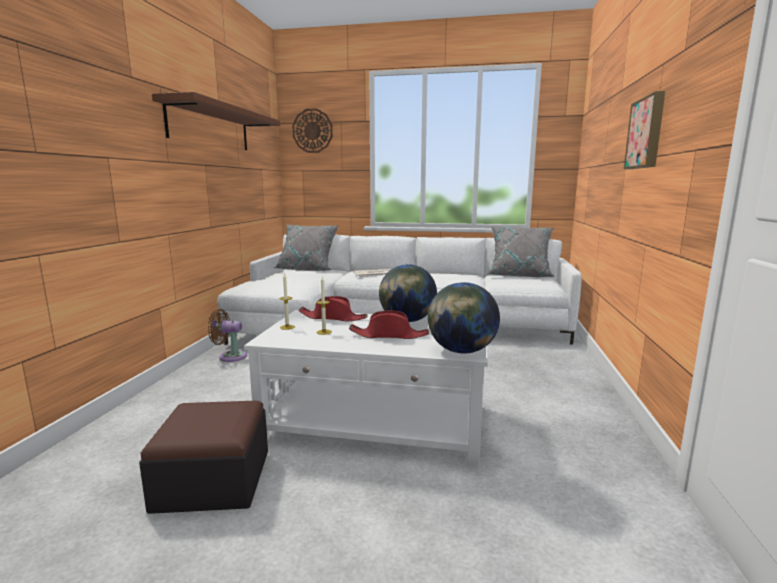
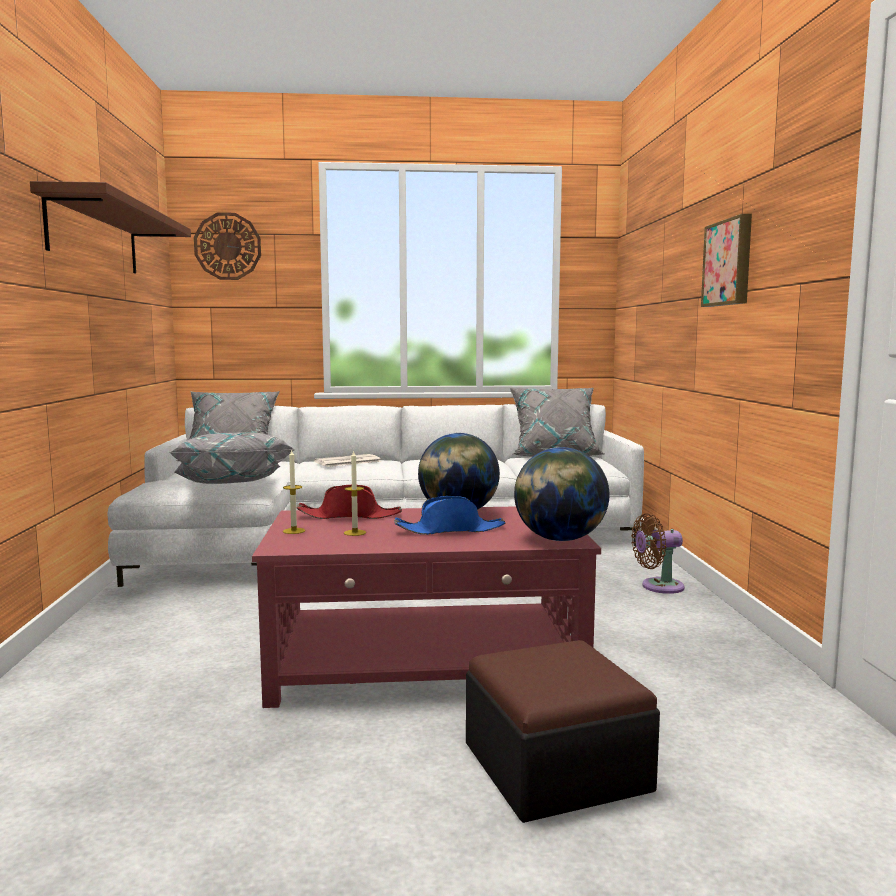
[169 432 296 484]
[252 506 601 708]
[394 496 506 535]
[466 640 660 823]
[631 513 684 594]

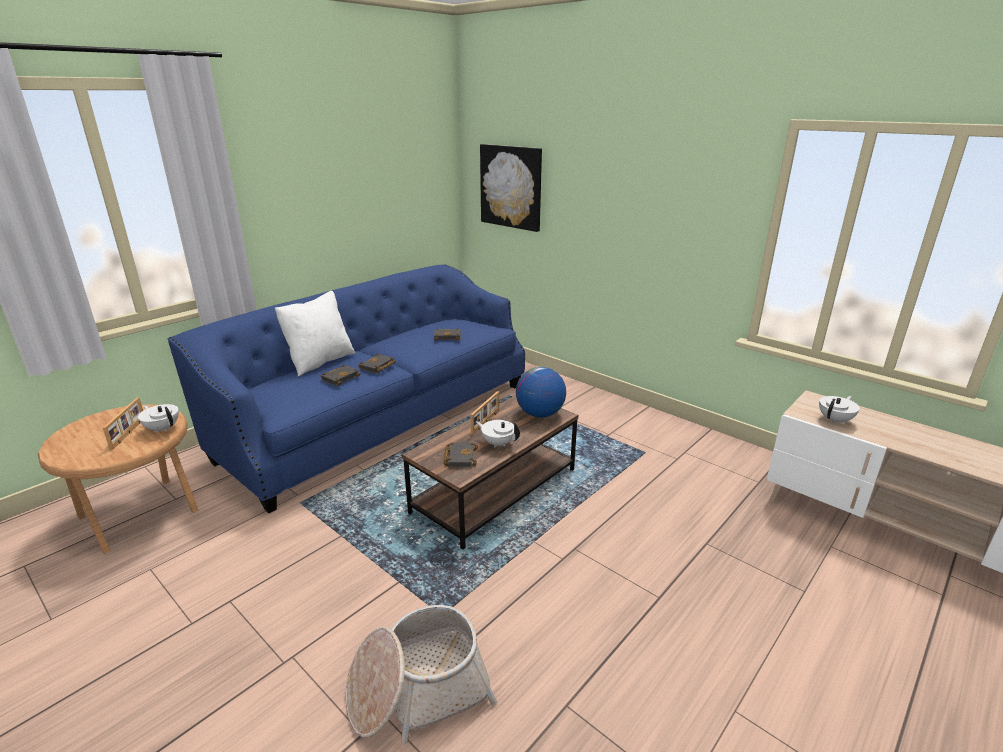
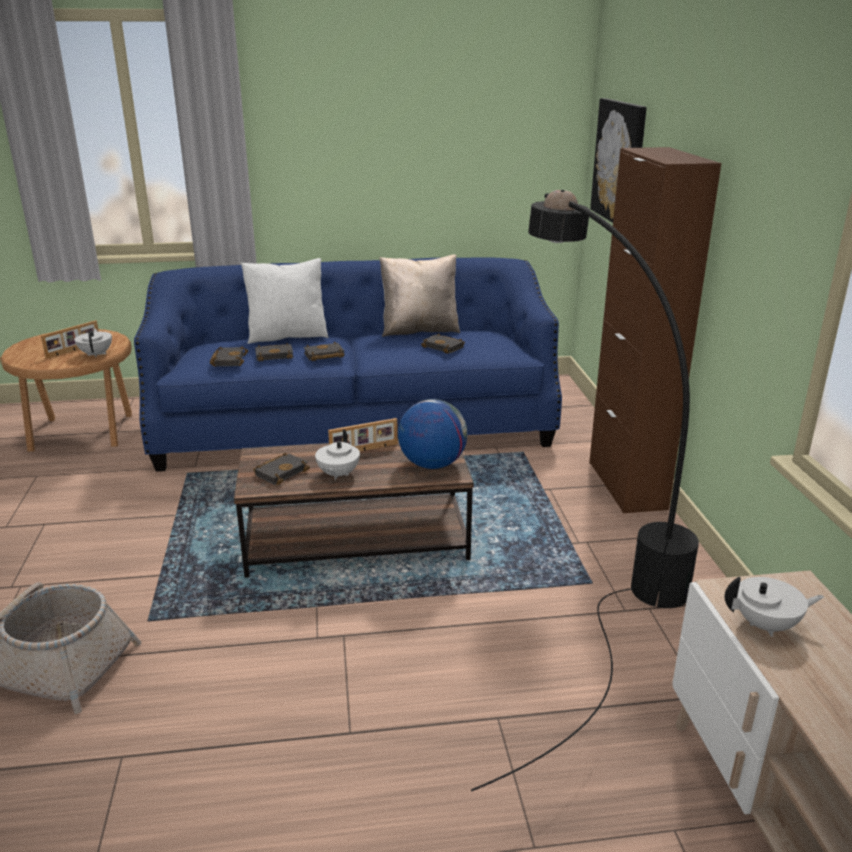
[210 347 248 366]
[315 429 360 480]
[379 255 460 337]
[471 190 699 791]
[589 147 721 513]

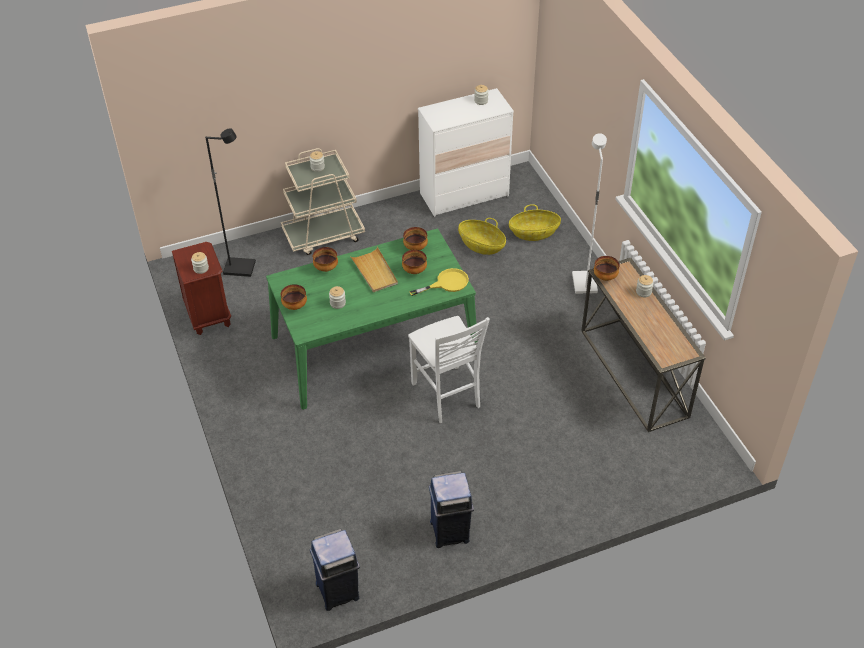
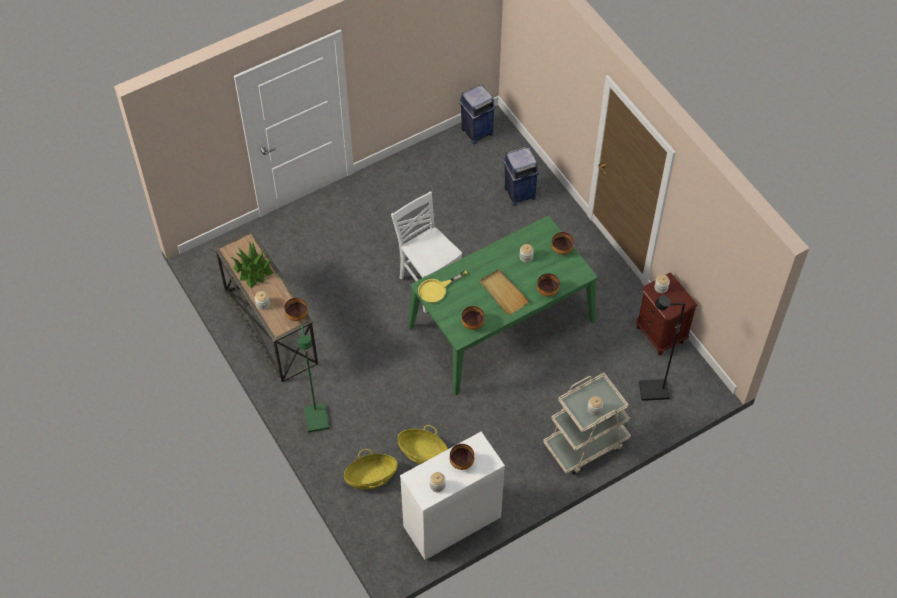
[231 242 274 288]
[298 324 330 432]
[450 444 474 470]
[503 147 539 206]

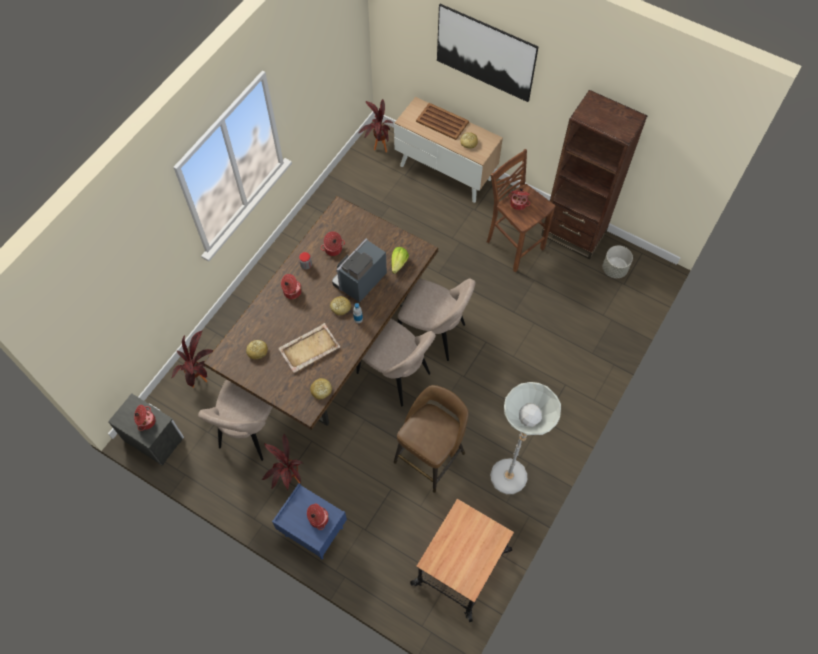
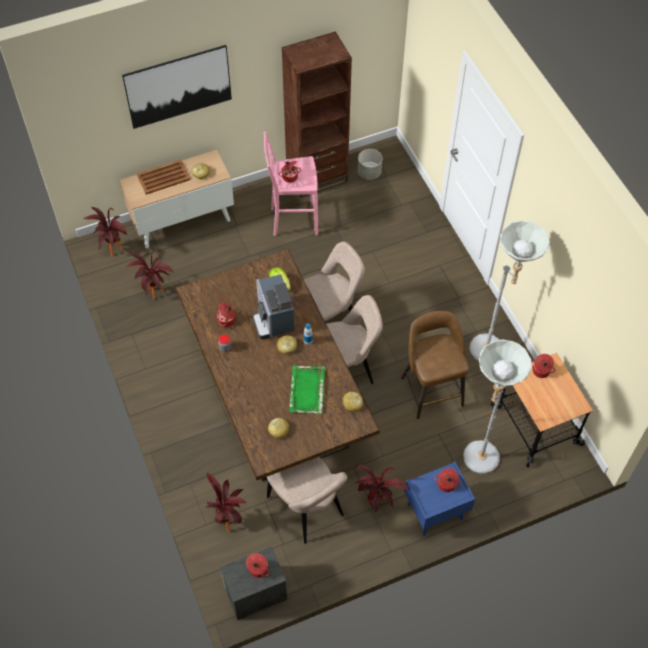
[127 250 173 300]
[264 132 318 236]
[289 366 325 414]
[463 340 532 474]
[531 354 555 378]

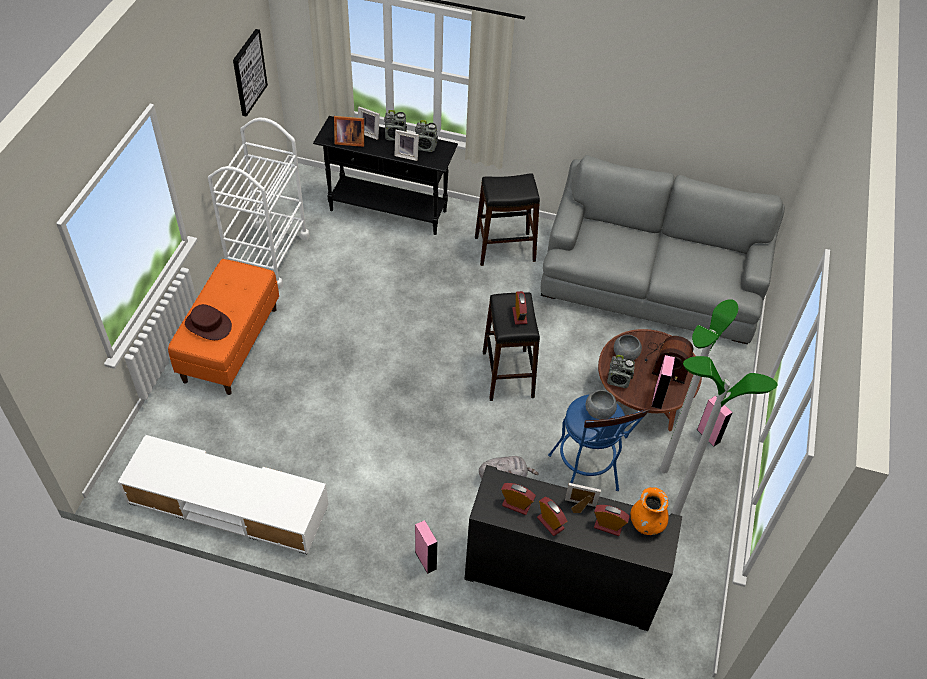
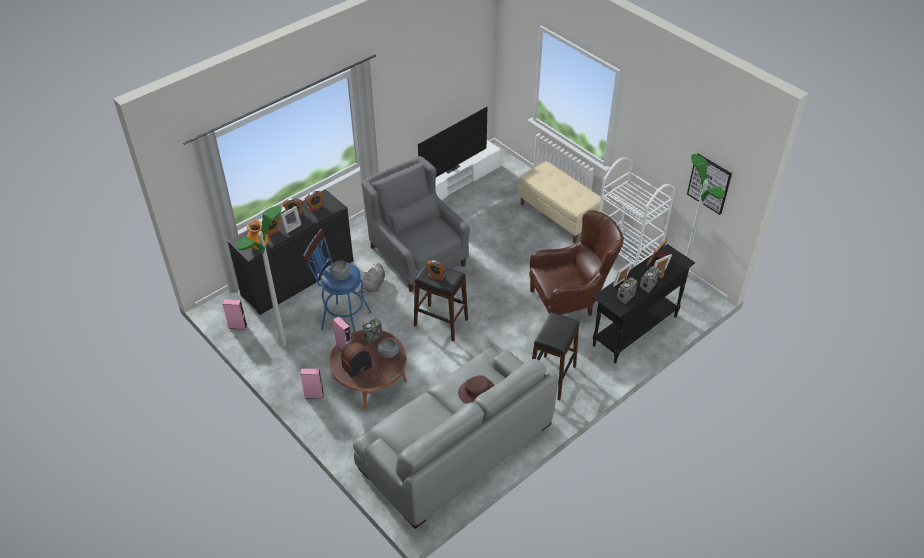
[222 299 247 330]
[361 156 470 292]
[418 107 487 177]
[458 375 495 404]
[518 161 604 243]
[529 210 624 316]
[677 154 725 294]

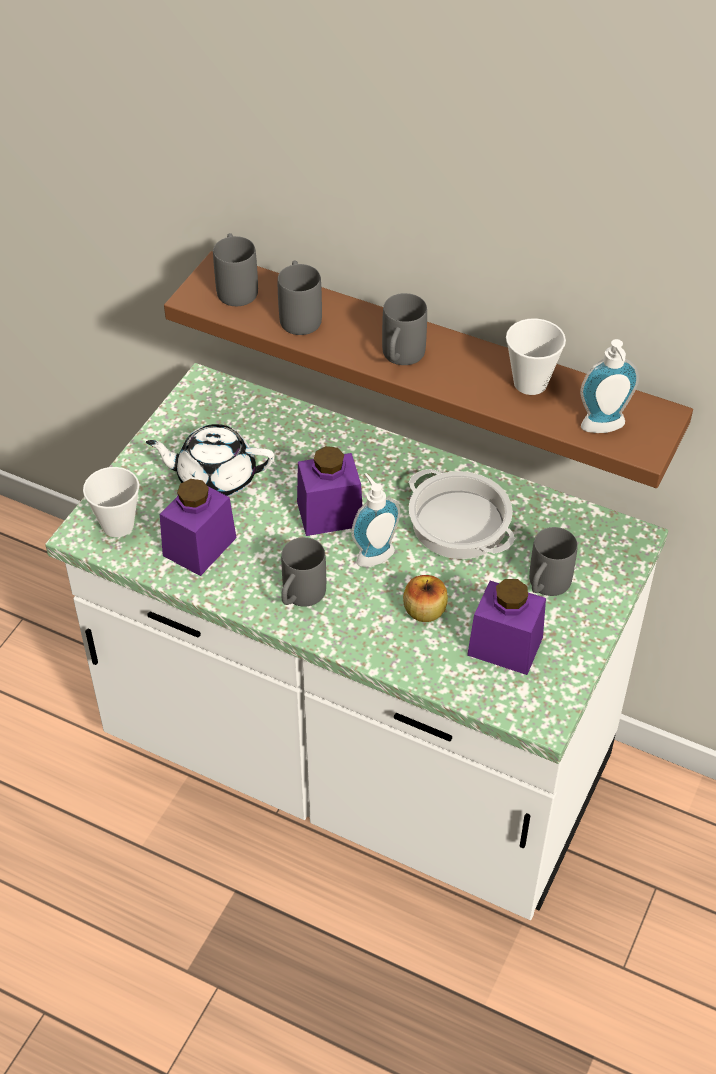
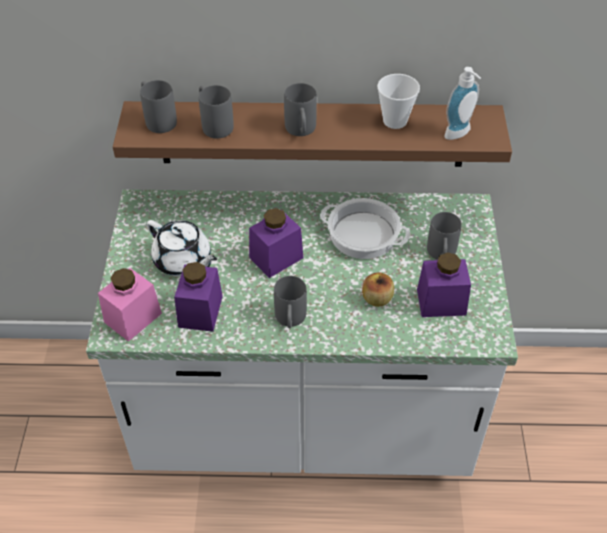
[98 268 162 342]
[146 220 217 276]
[351 473 400 567] (first image)

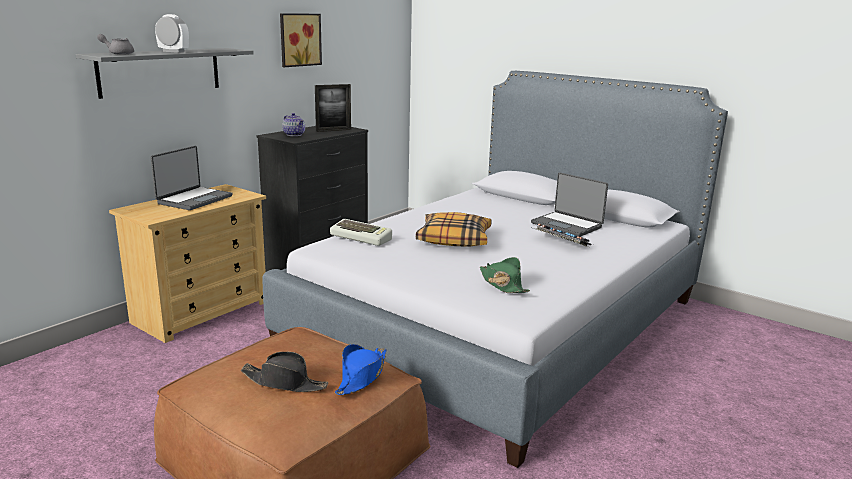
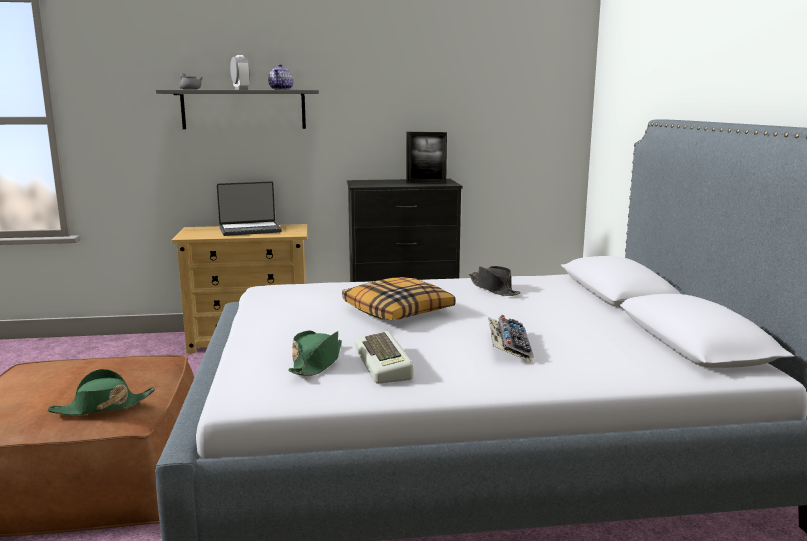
[47 369 155 416]
[268 64 294 90]
[355 331 413 384]
[469 266 520 296]
[280 13 322 67] (first image)
[531 172 608 237] (first image)

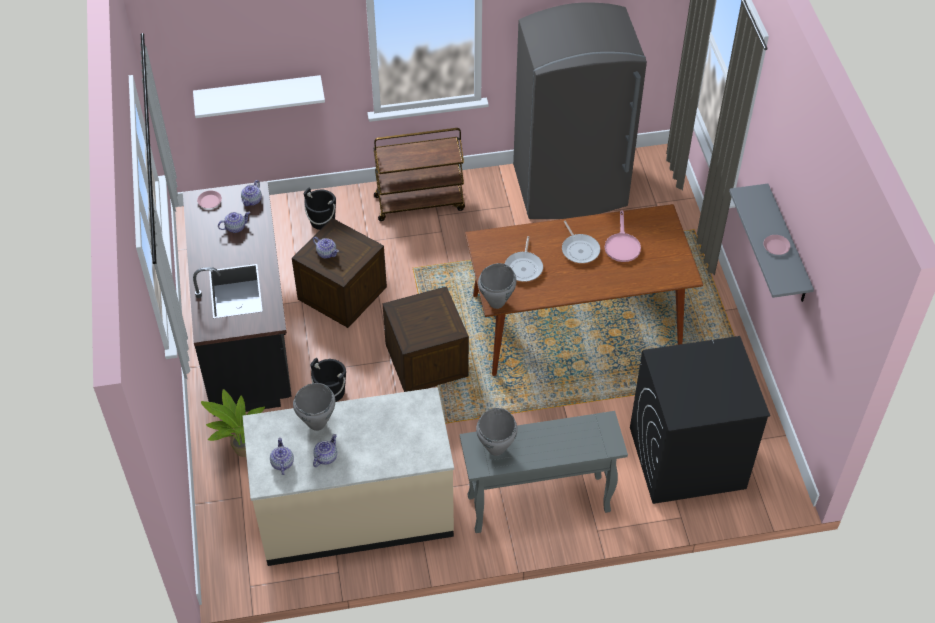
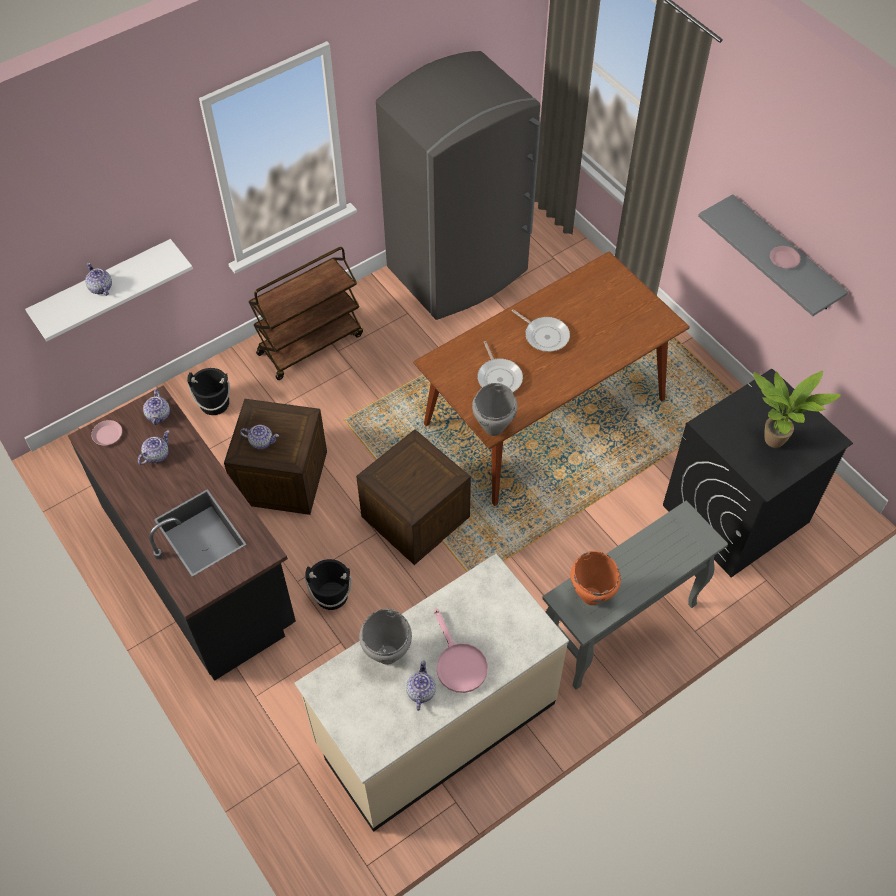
[85 263 112 296]
[434 608 488 693]
[570 551 621 605]
[753 371 841 448]

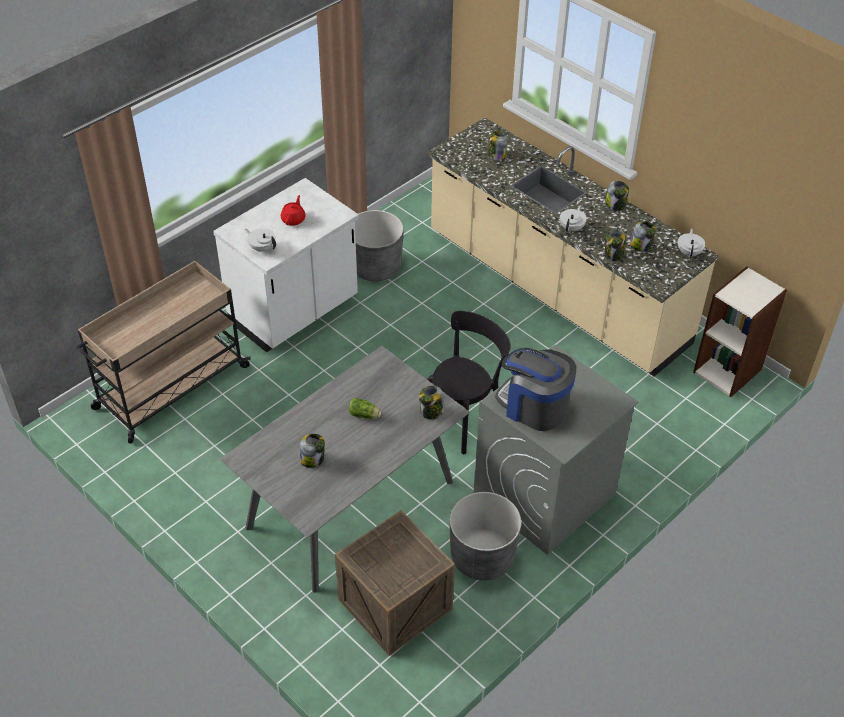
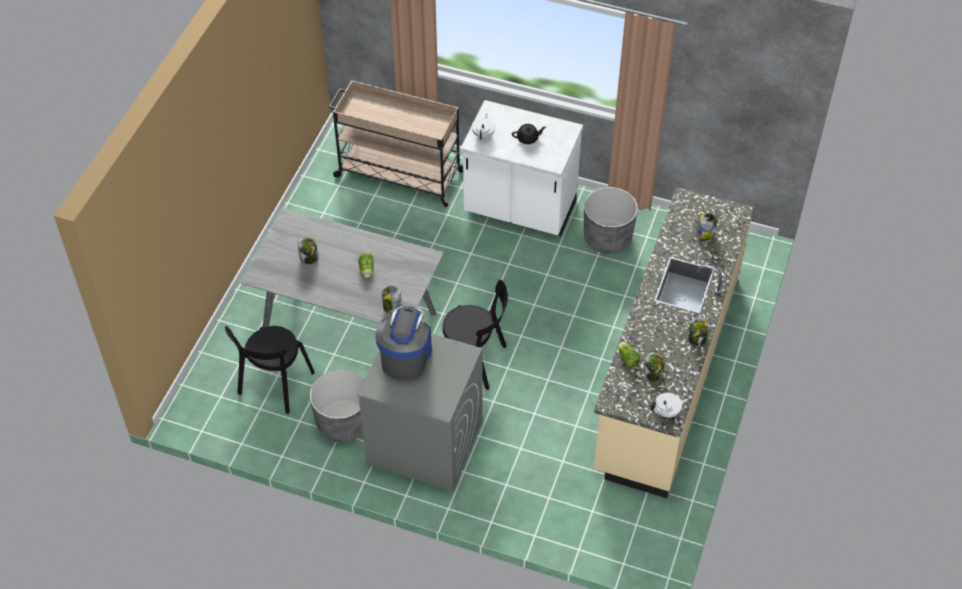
[225 326 315 414]
[512 124 546 144]
[618 342 640 367]
[560 205 587 232] (first image)
[693 266 787 397] (first image)

